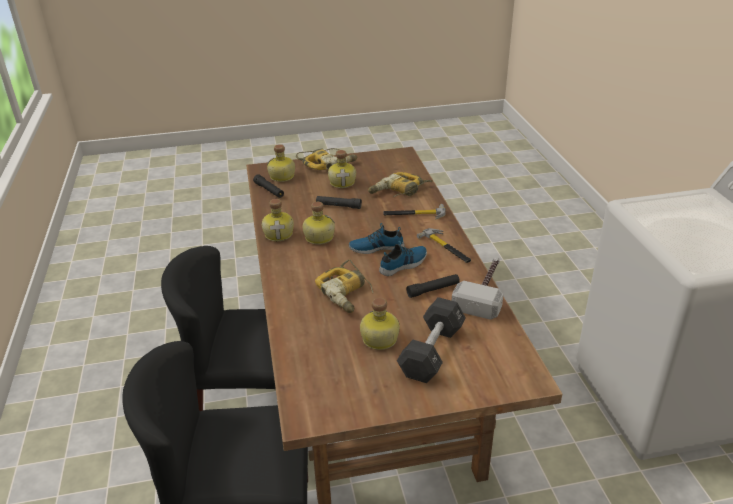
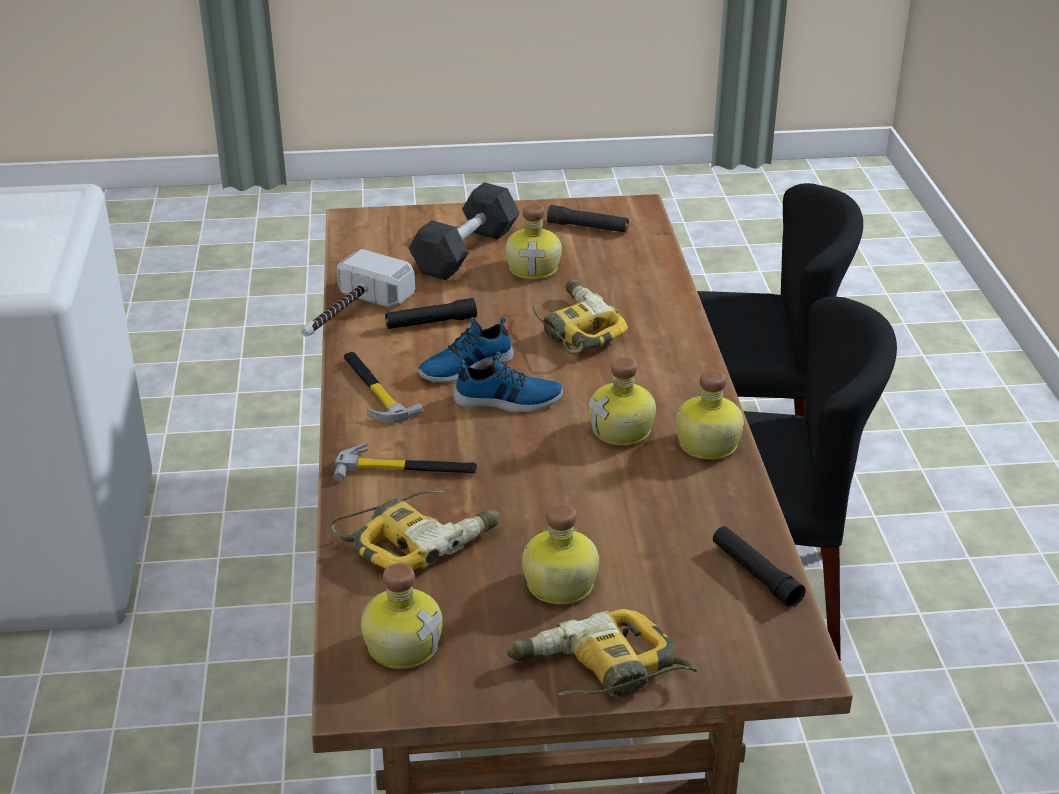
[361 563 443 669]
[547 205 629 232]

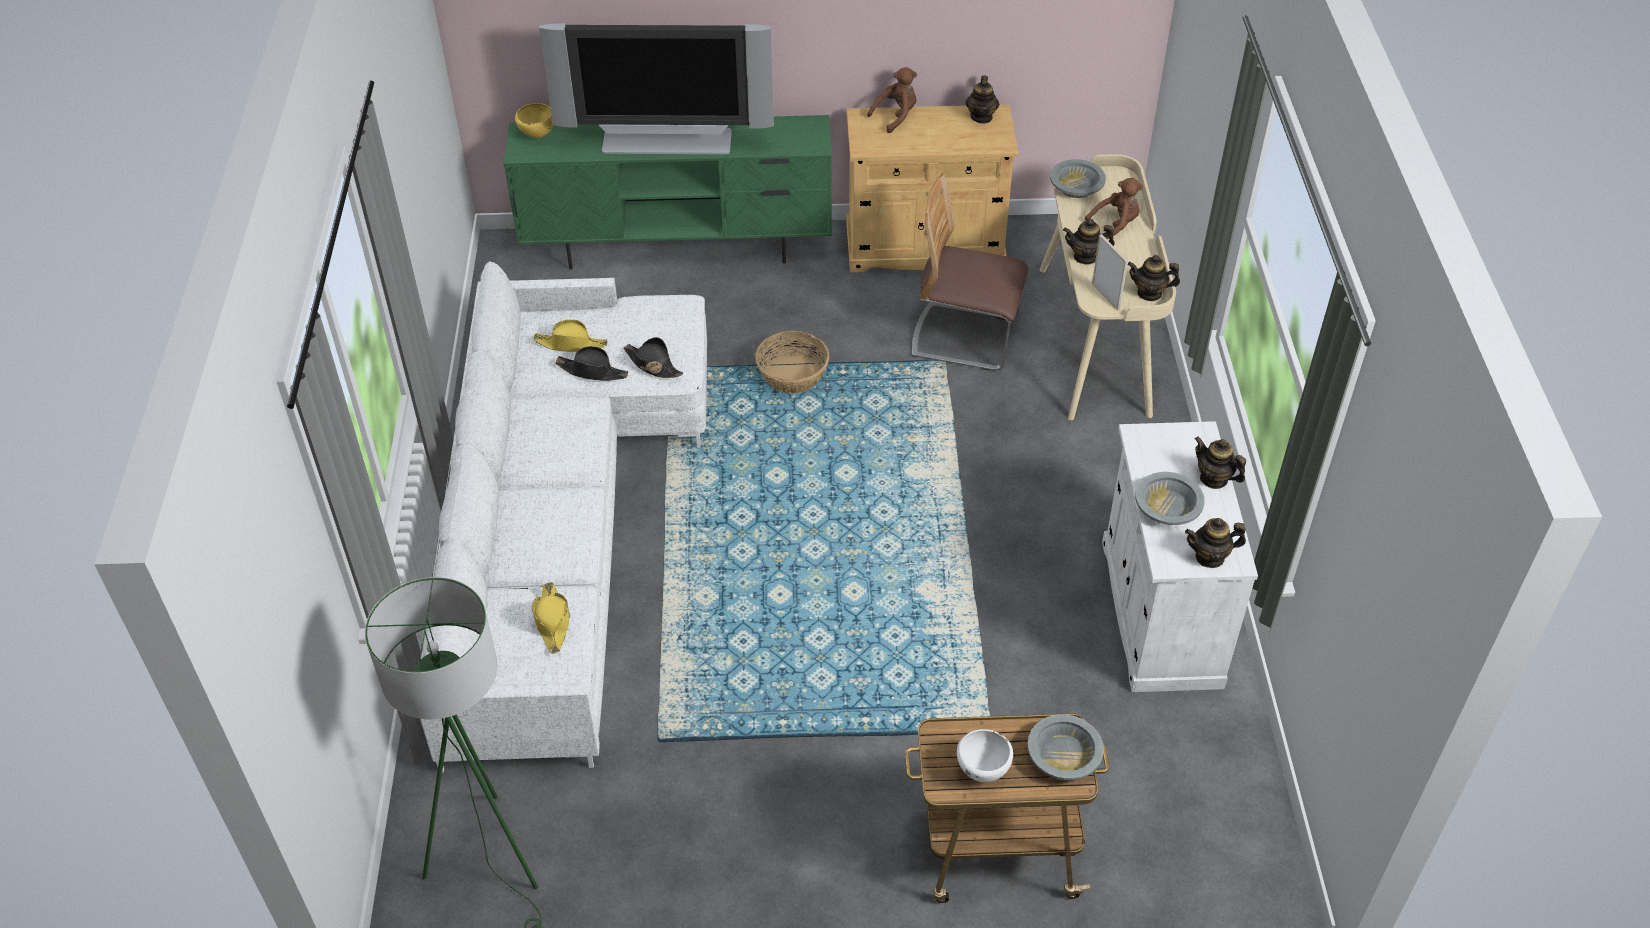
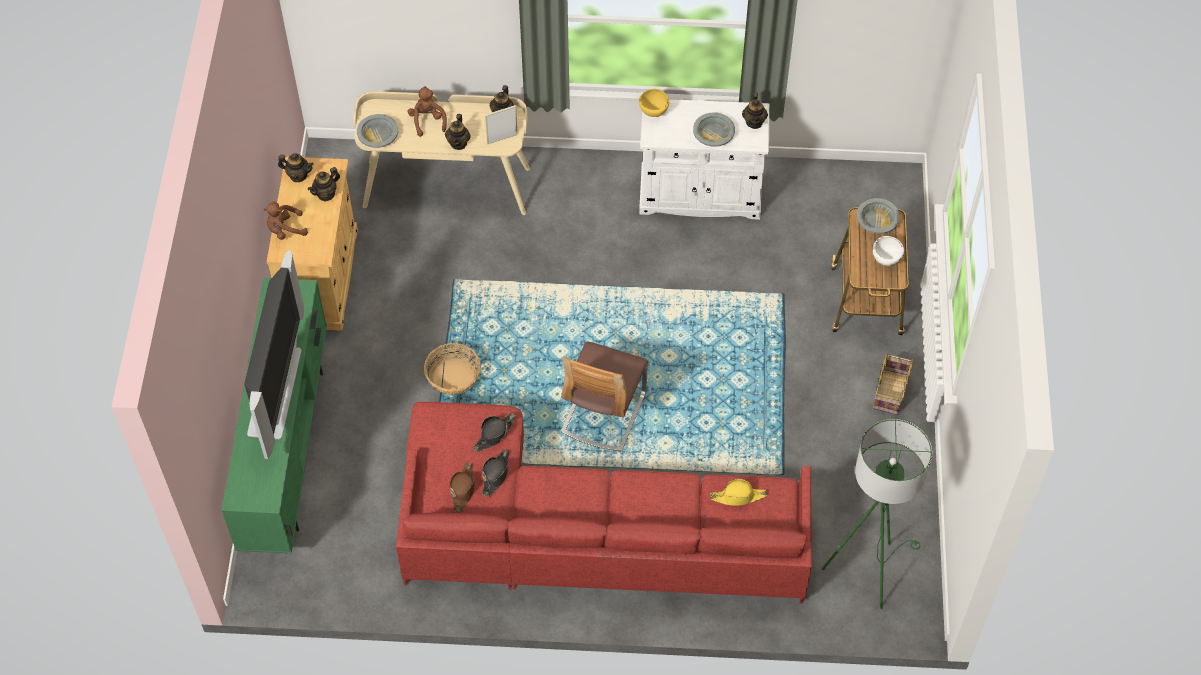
[263 202 308 240]
[308 167 340 202]
[396 402 812 604]
[450 463 475 512]
[561 342 648 451]
[639 89 669 117]
[873 353 914 415]

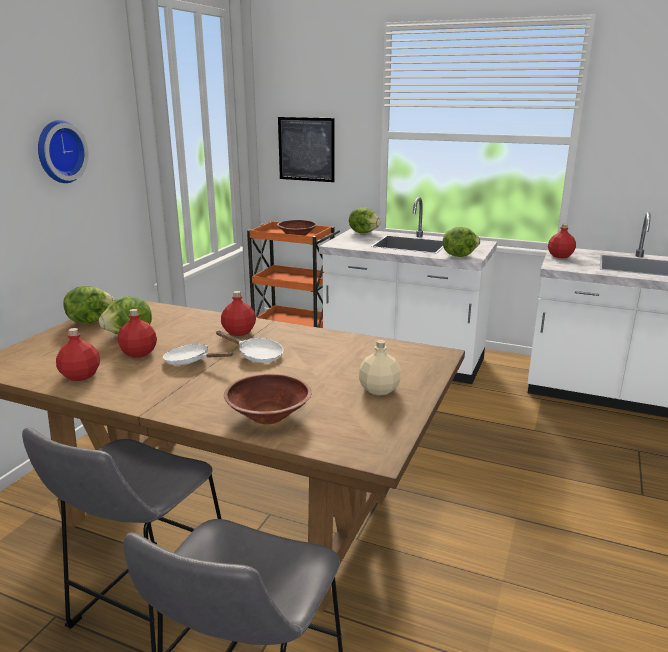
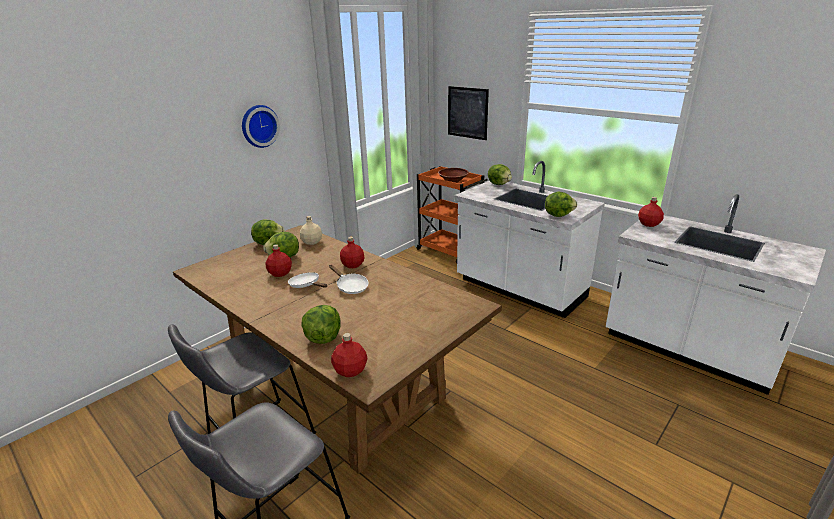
[300 216 322 245]
[301 305 340 344]
[331 333 367 377]

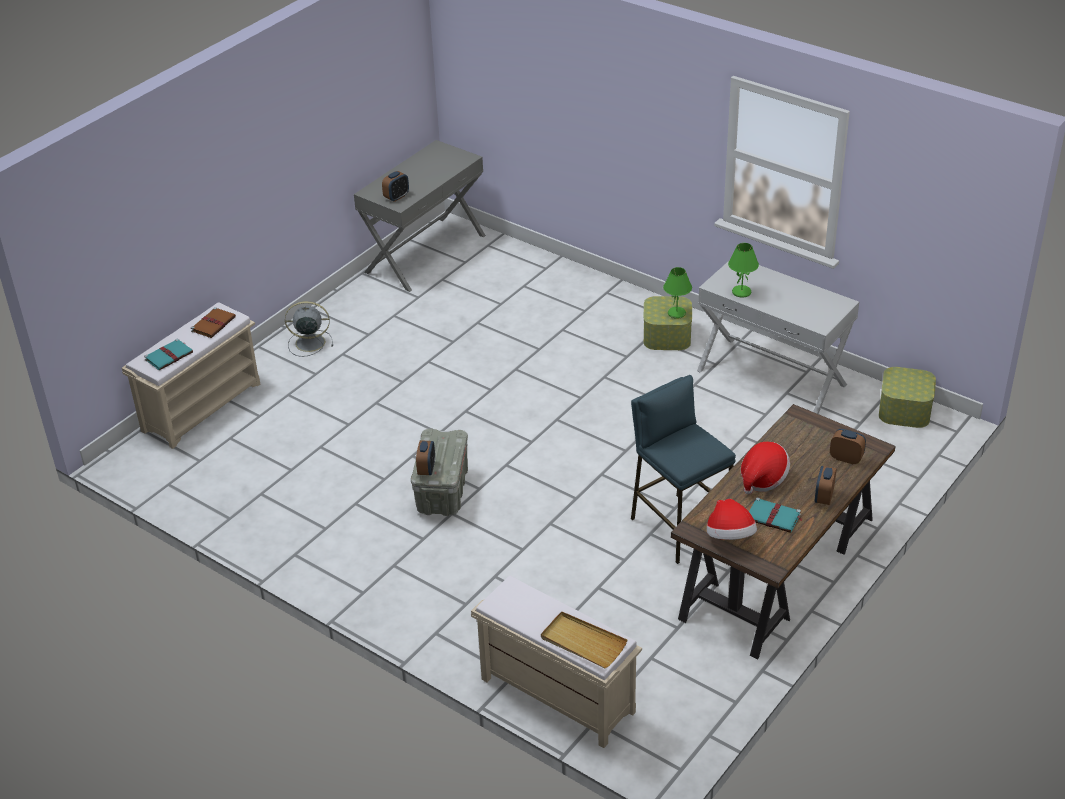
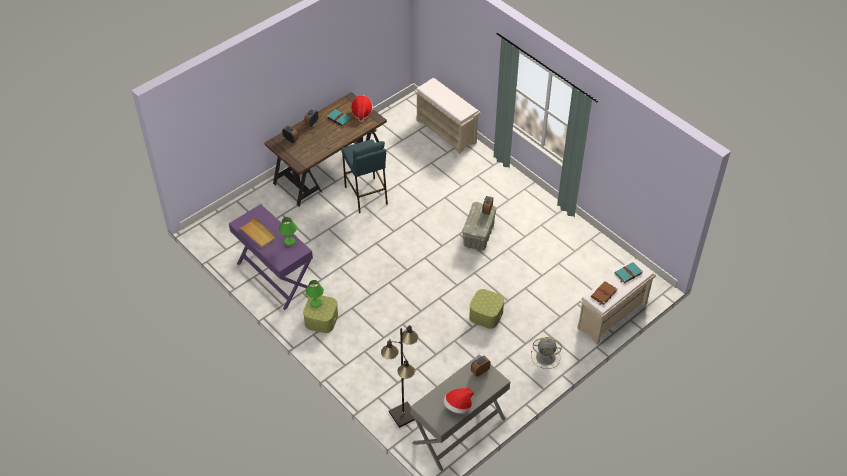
[229 204 313 310]
[239 217 276 248]
[381 325 419 428]
[443 388 474 414]
[469 289 505 329]

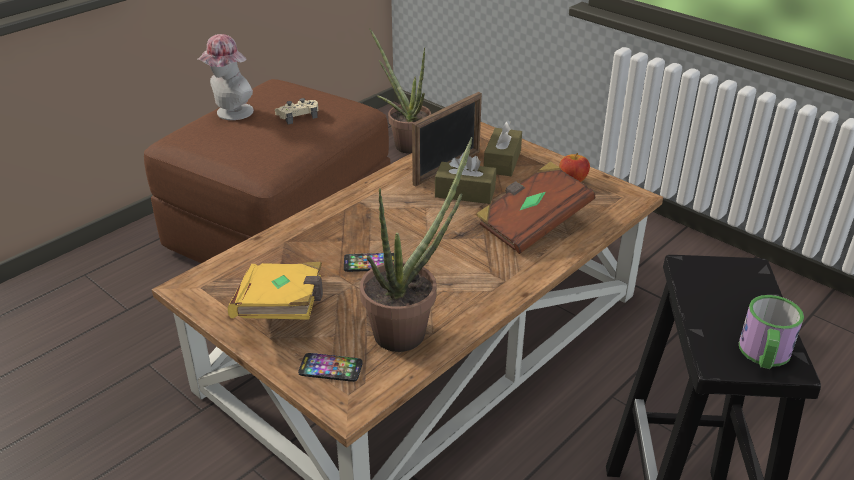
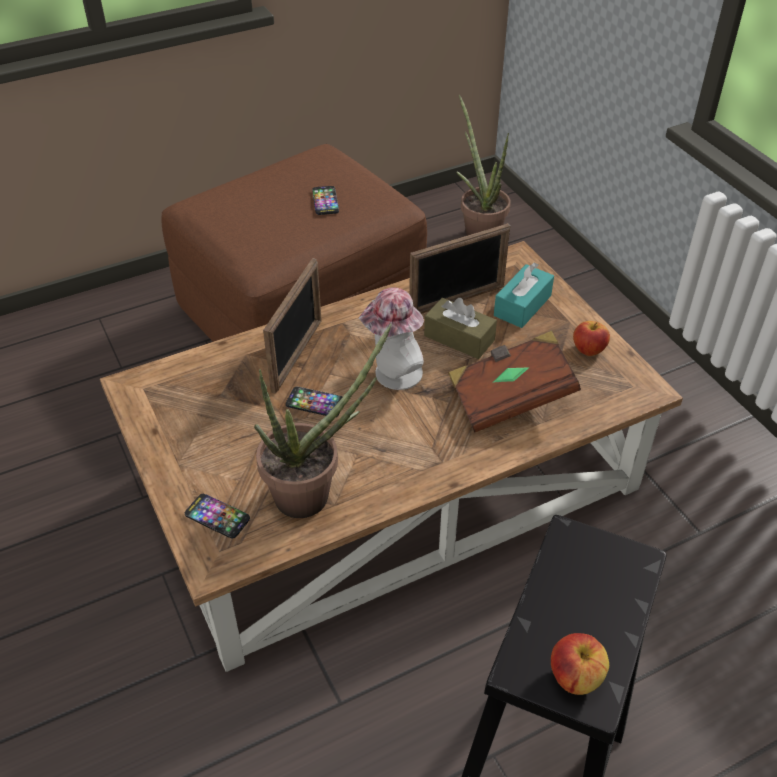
[263 258 322 394]
[312 186 339 215]
[359 287 424 390]
[494 262 554 328]
[551 633 609 695]
[228 262 323 320] (first image)

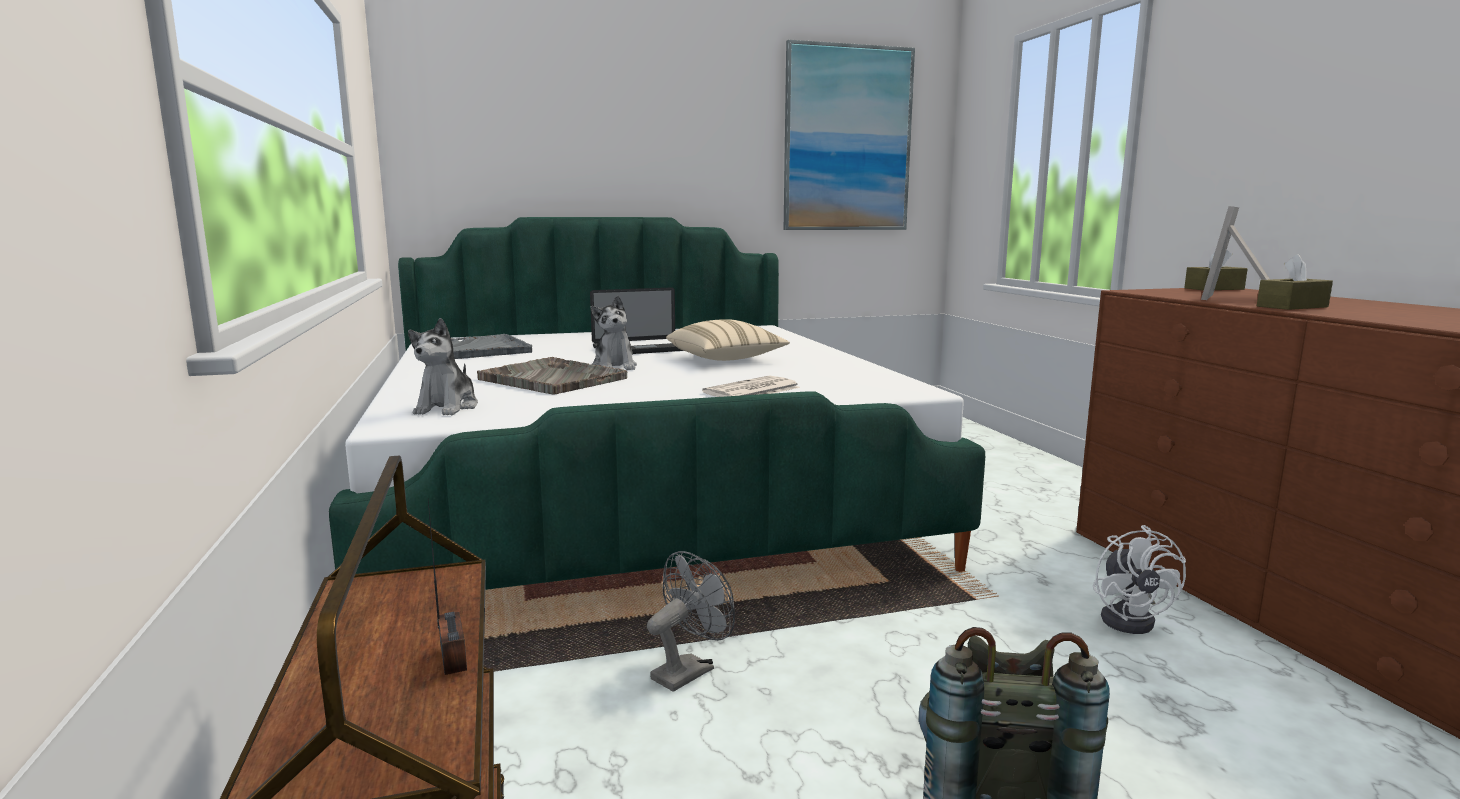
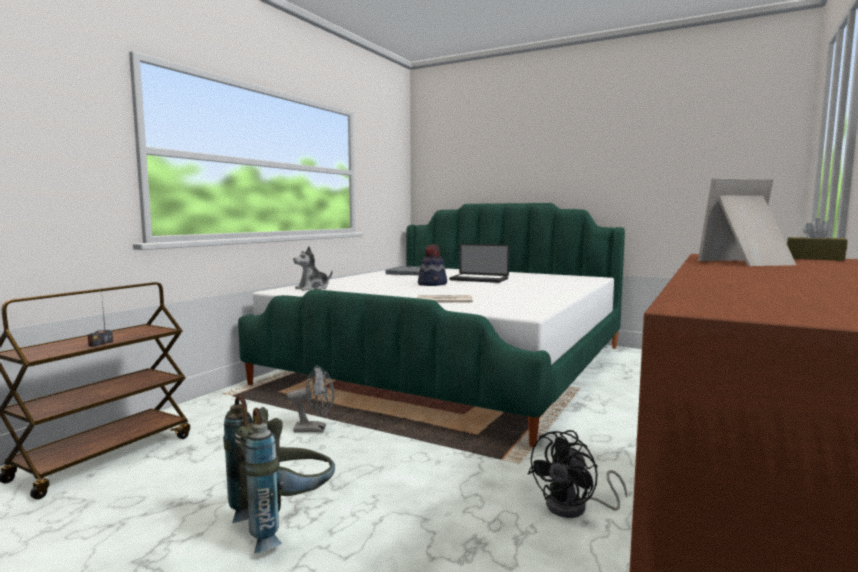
[418 244 447 286]
[528 430 627 518]
[477 357 627 394] (first image)
[666 319 790 361] (first image)
[784 40 915 230] (first image)
[1257 254 1333 310] (first image)

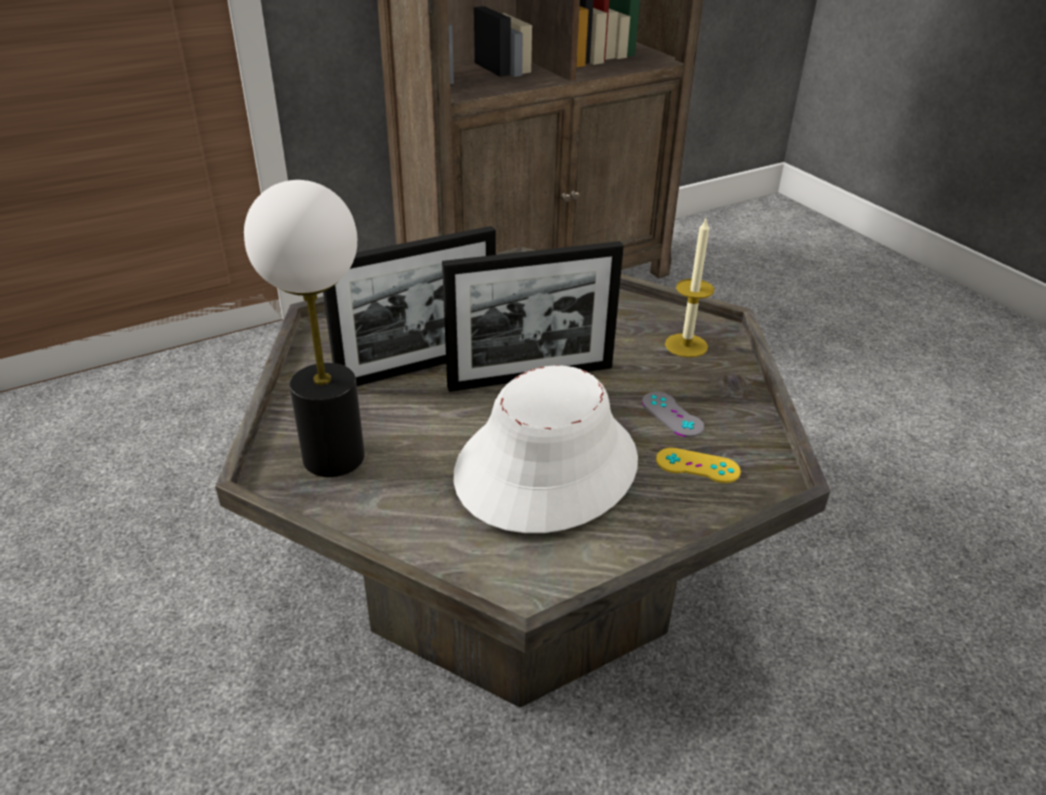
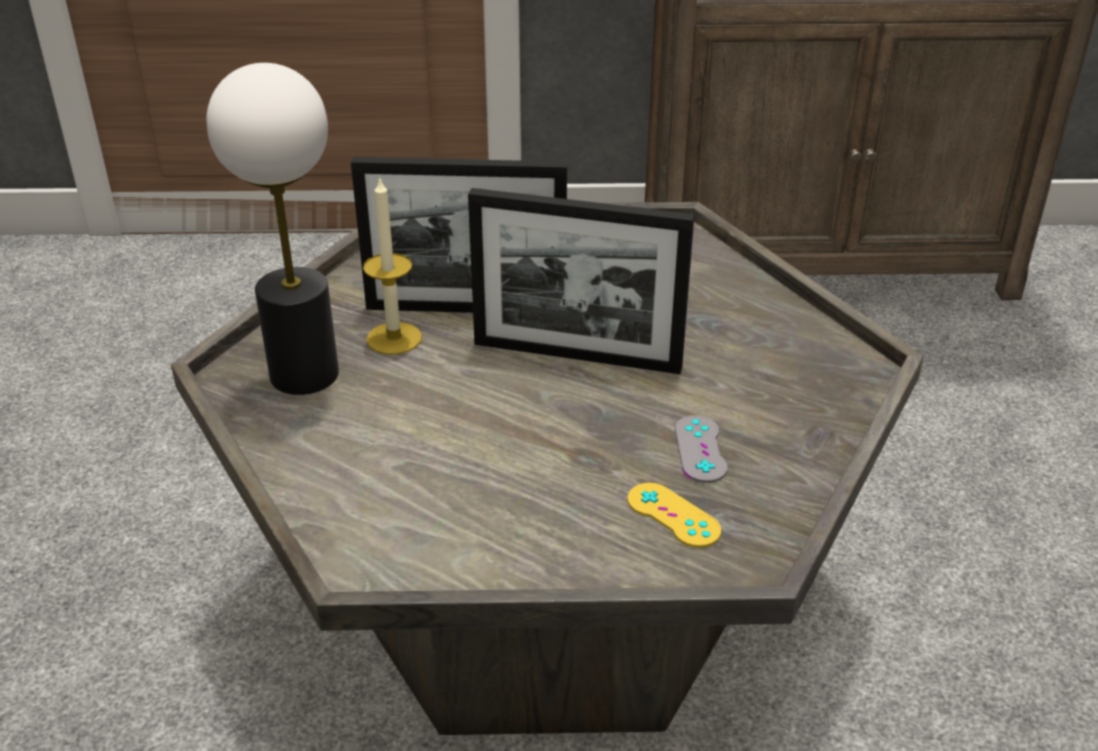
[363 176 422 354]
[453 366 638 533] (first image)

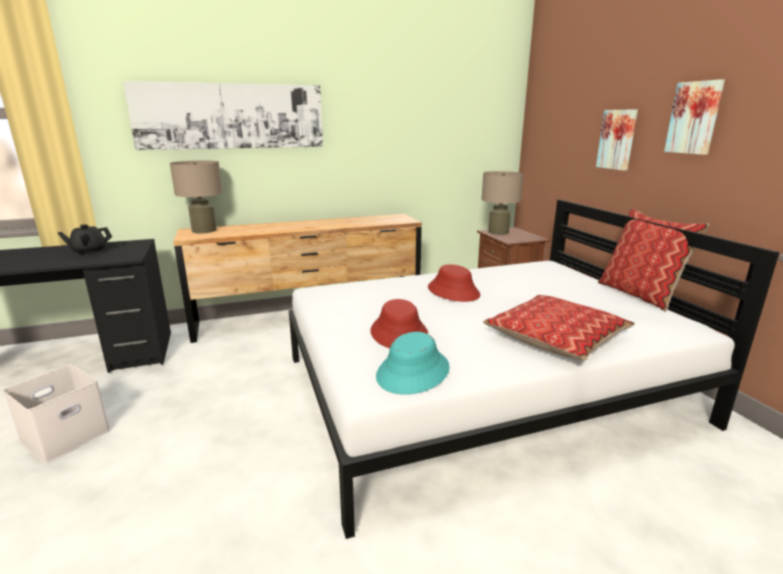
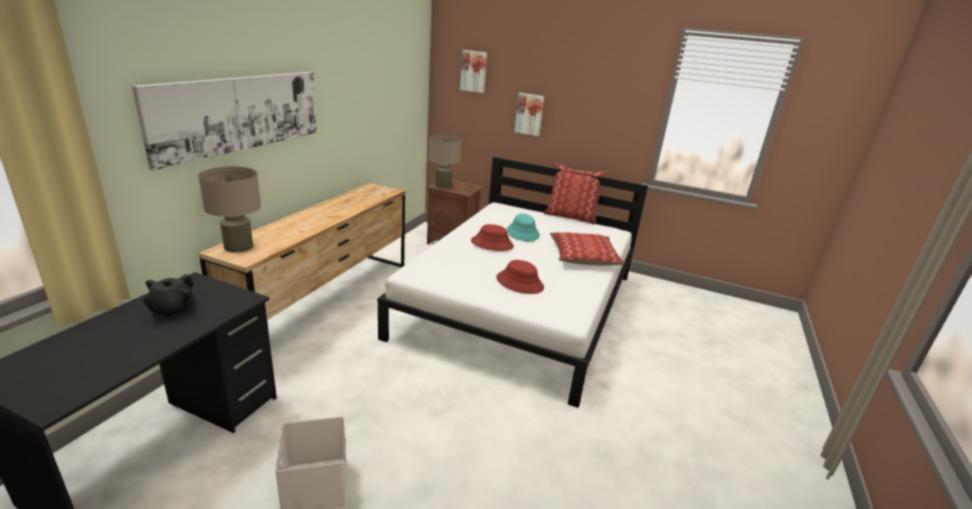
[460 50 487 93]
[507 214 540 241]

